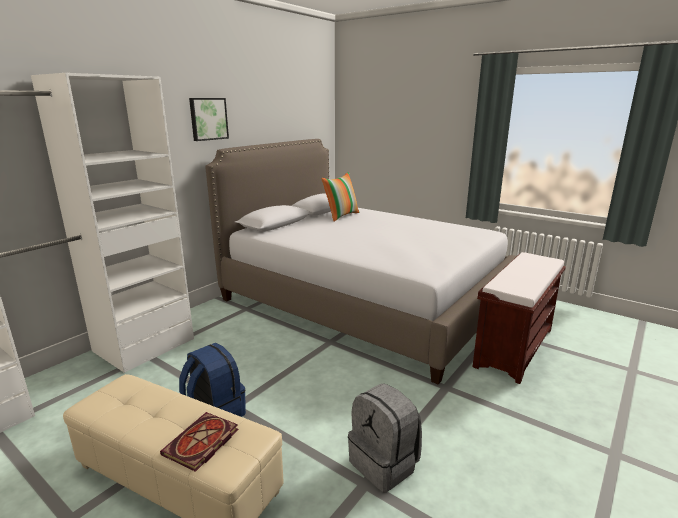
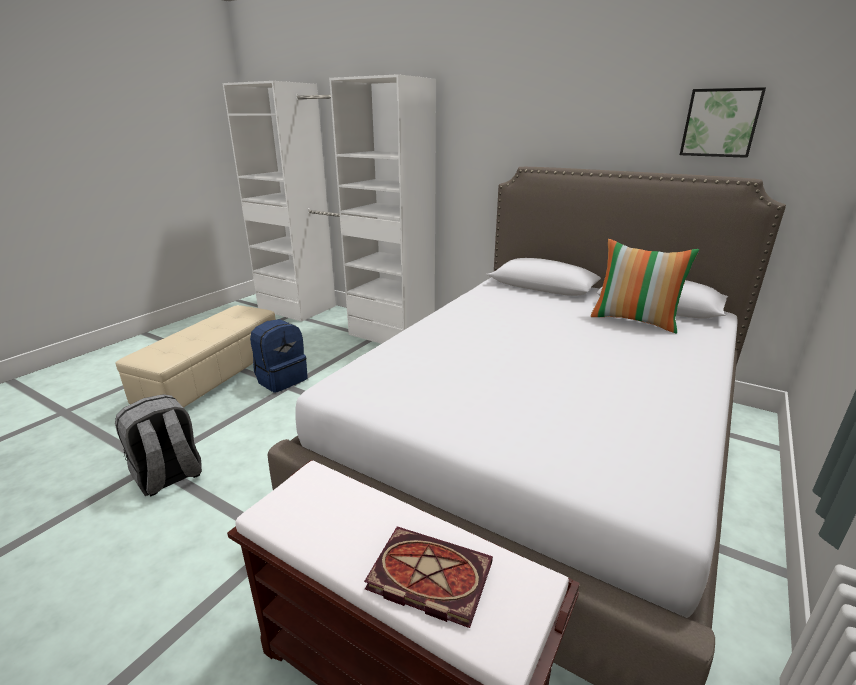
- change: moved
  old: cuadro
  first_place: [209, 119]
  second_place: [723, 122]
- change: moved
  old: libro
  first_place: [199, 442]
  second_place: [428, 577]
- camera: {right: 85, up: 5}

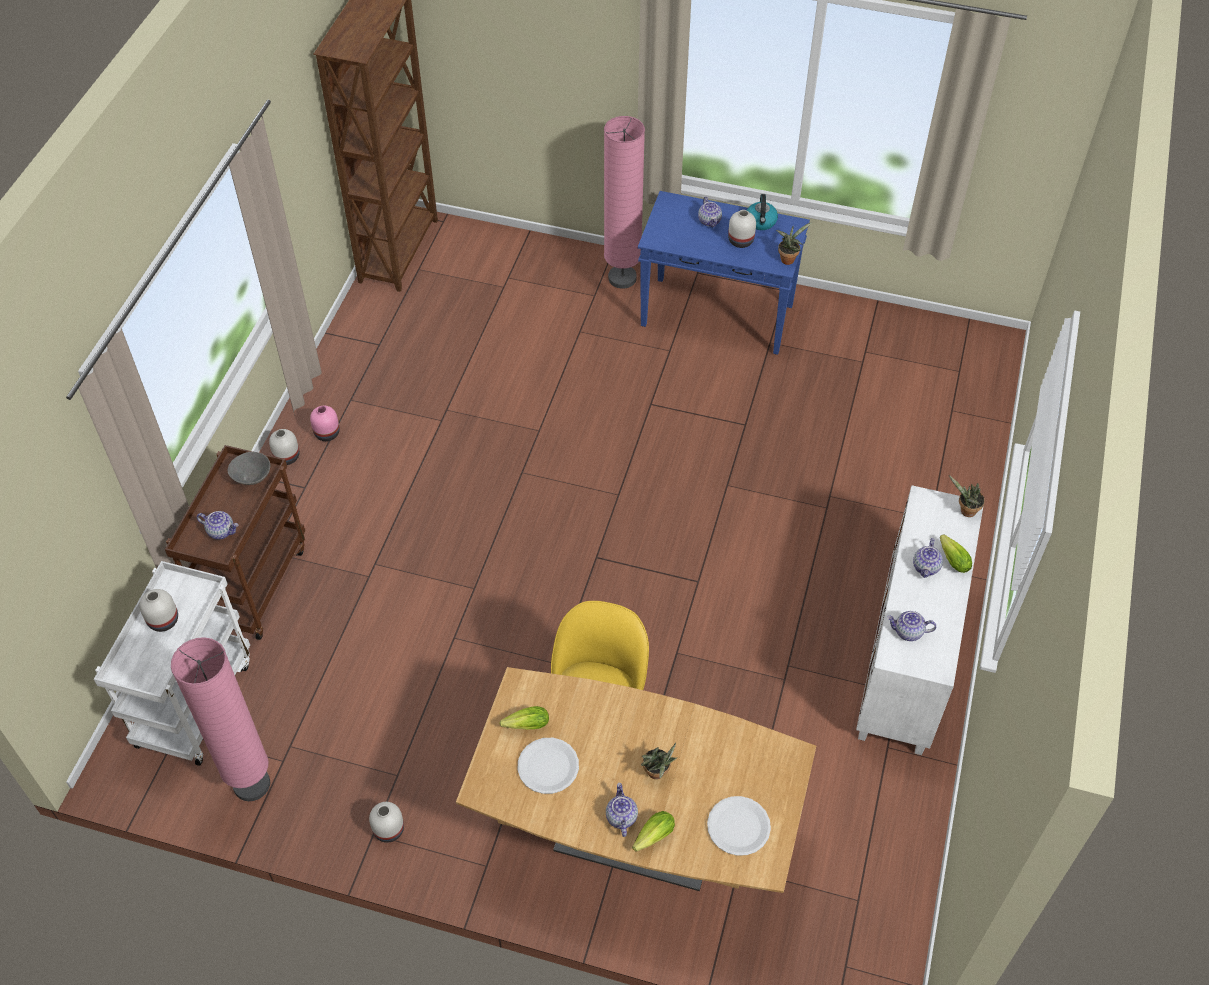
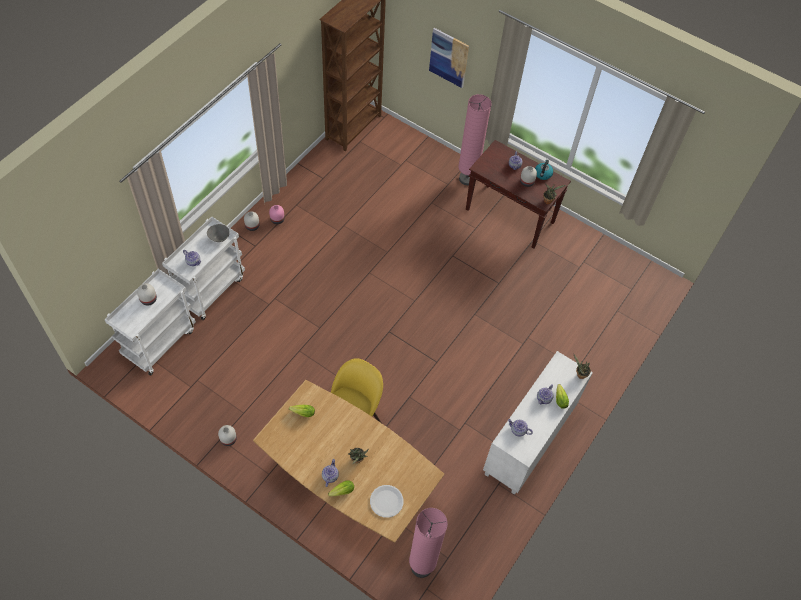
- change: recoloured
  old: mesa consola/azul
  new: mesa consola/marrón
  first_place: [724, 273]
  second_place: [518, 194]
- change: recoloured
  old: carrito/marrón
  new: carrito/blanco
  first_place: [235, 542]
  second_place: [203, 268]
- change: moved
  old: lámpara de pie/rosa
  first_place: [220, 719]
  second_place: [428, 543]
- change: removed
  old: plato/blanco
  first_place: [548, 766]
- change: added
  new: cuadro
  second_place: [449, 58]
- camera: {right: 15, up: 5}

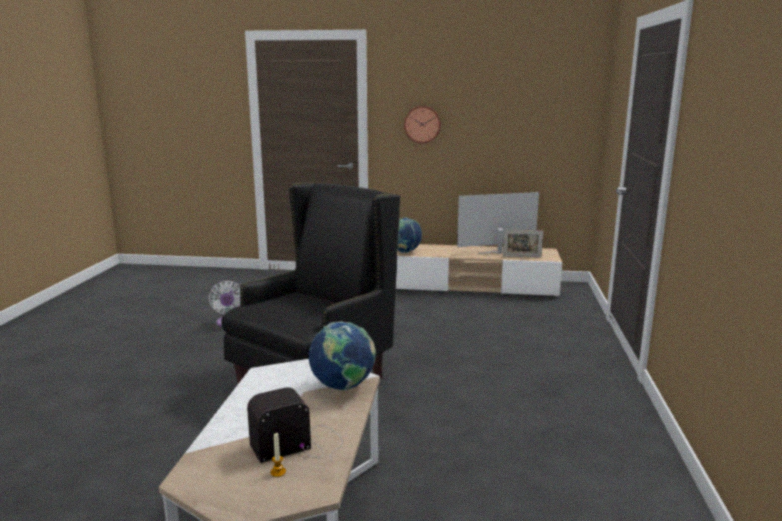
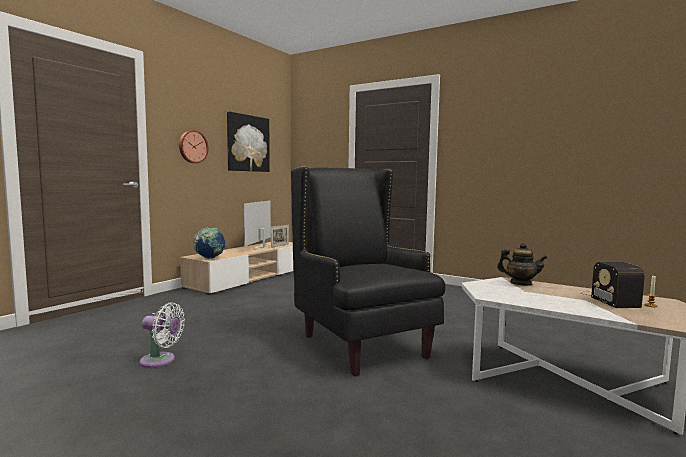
- change: replaced
  old: globo terráqueo
  new: tetera
  first_place: [342, 356]
  second_place: [522, 264]
- change: added
  new: cuadro
  second_place: [248, 142]
- camera: {right: -65, up: -10}

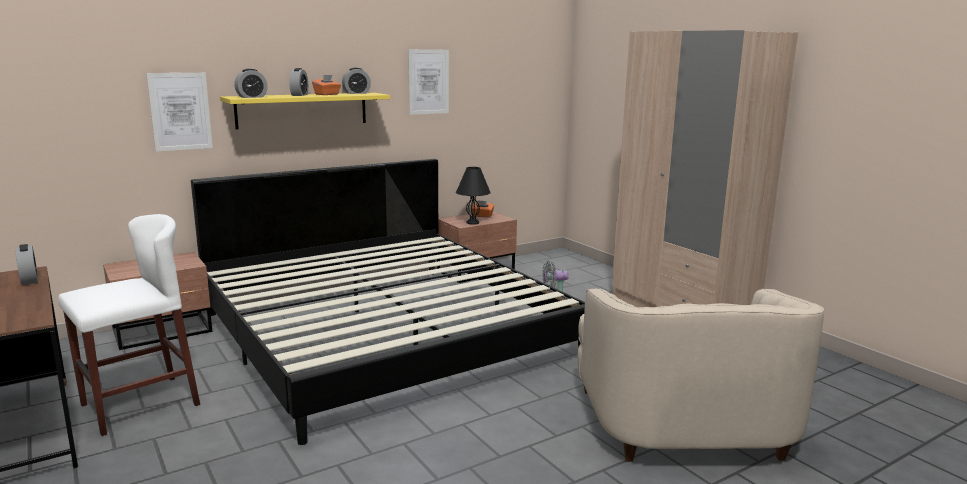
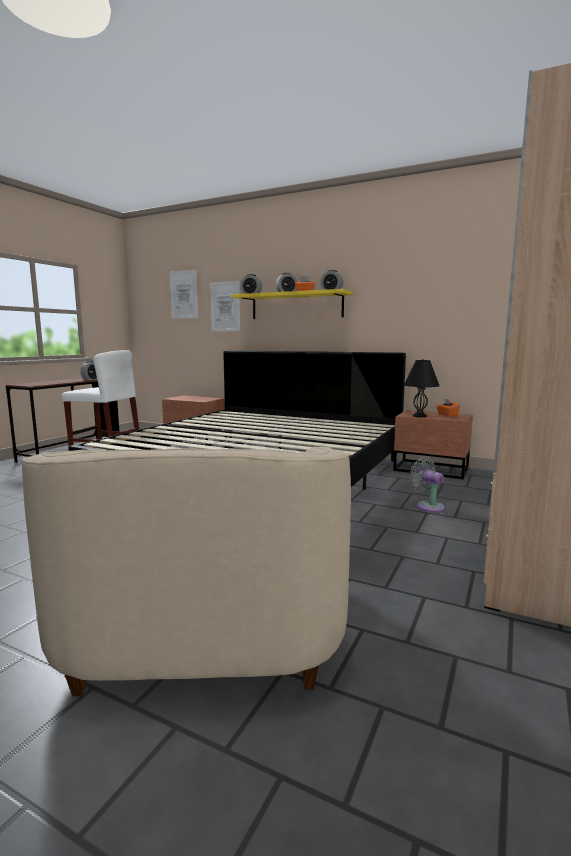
- change: moved
  old: cuadro
  first_place: [428, 82]
  second_place: [183, 294]
- change: turned
  old: sillón/beis
  first_place: [700, 375]
  second_place: [186, 571]
  degrees: -60
- camera: {right: 60, up: -5}

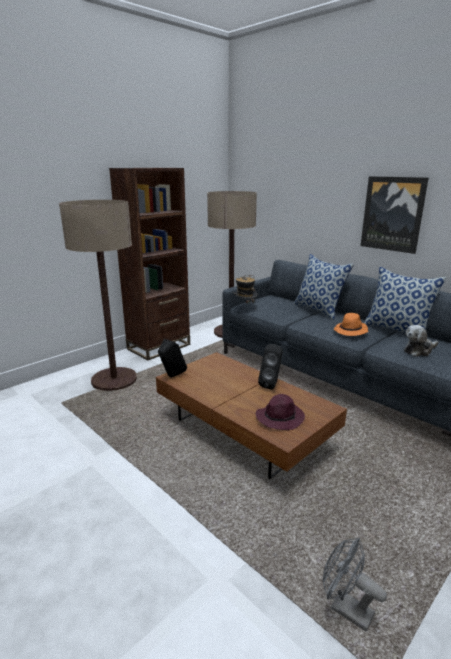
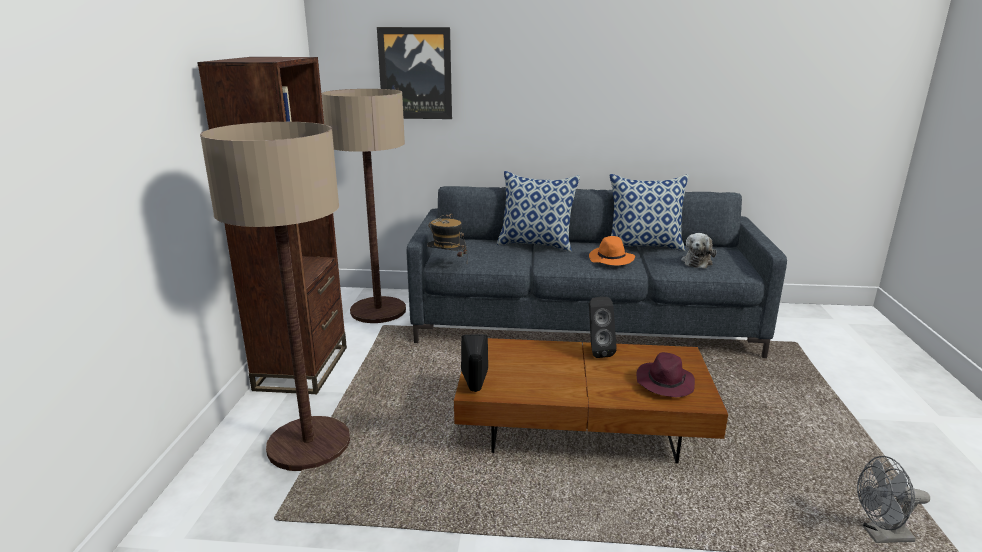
- change: moved
  old: cuadro
  first_place: [395, 215]
  second_place: [414, 73]
- camera: {right: -40, up: 0}

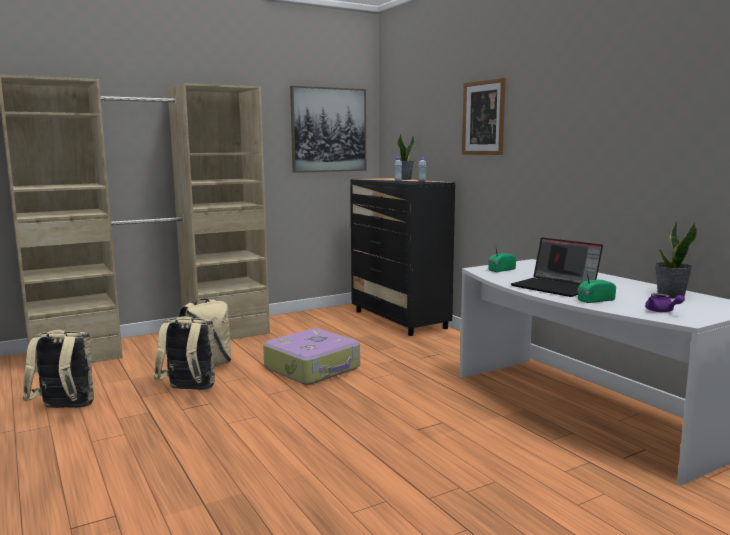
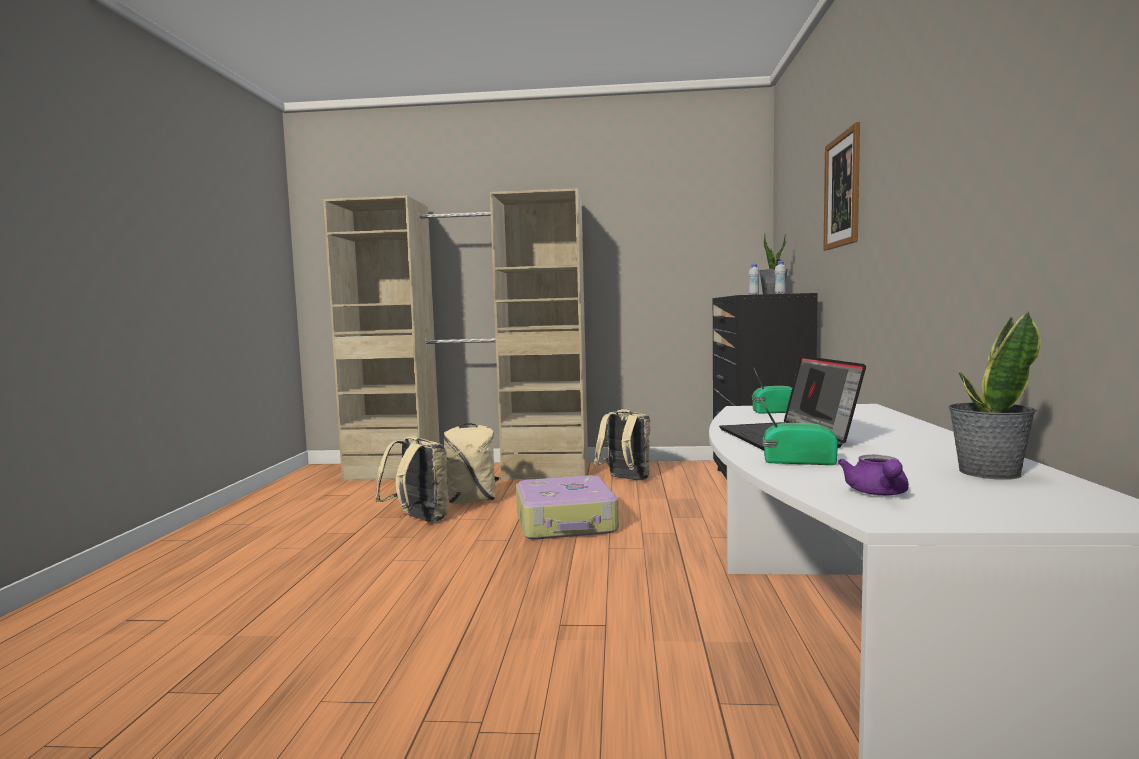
- change: removed
  old: cuadro
  first_place: [328, 129]
- change: moved
  old: mochila/beis
  first_place: [58, 369]
  second_place: [622, 445]
- camera: {right: 35, up: -5}

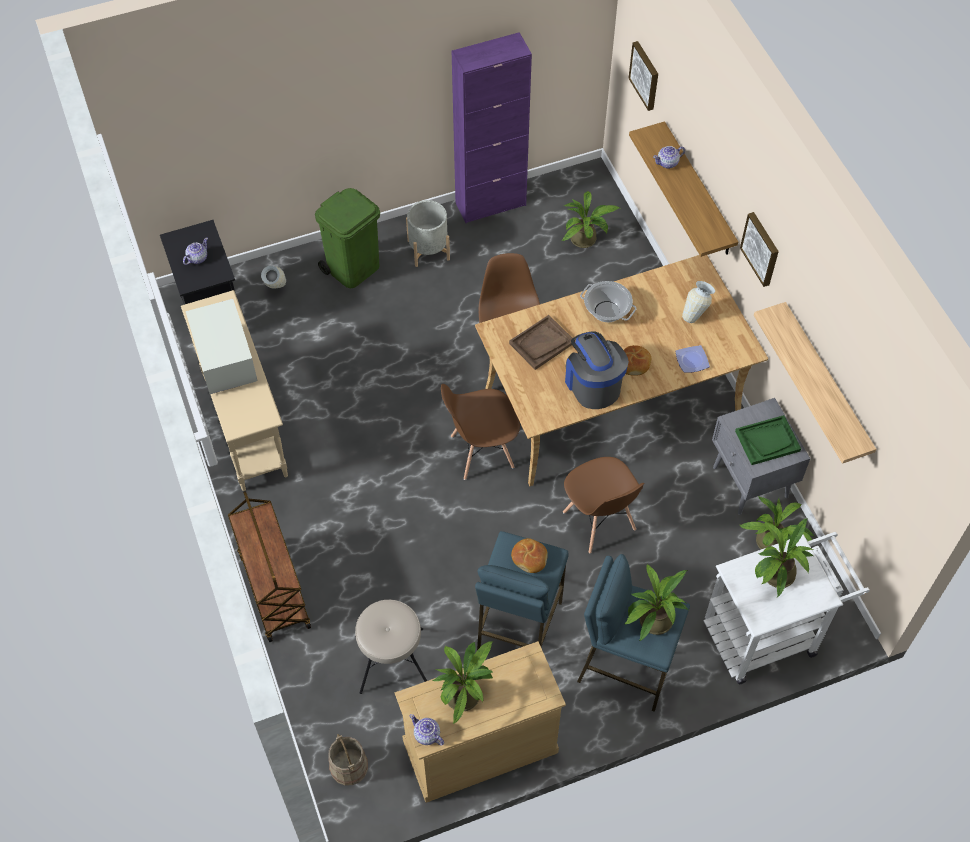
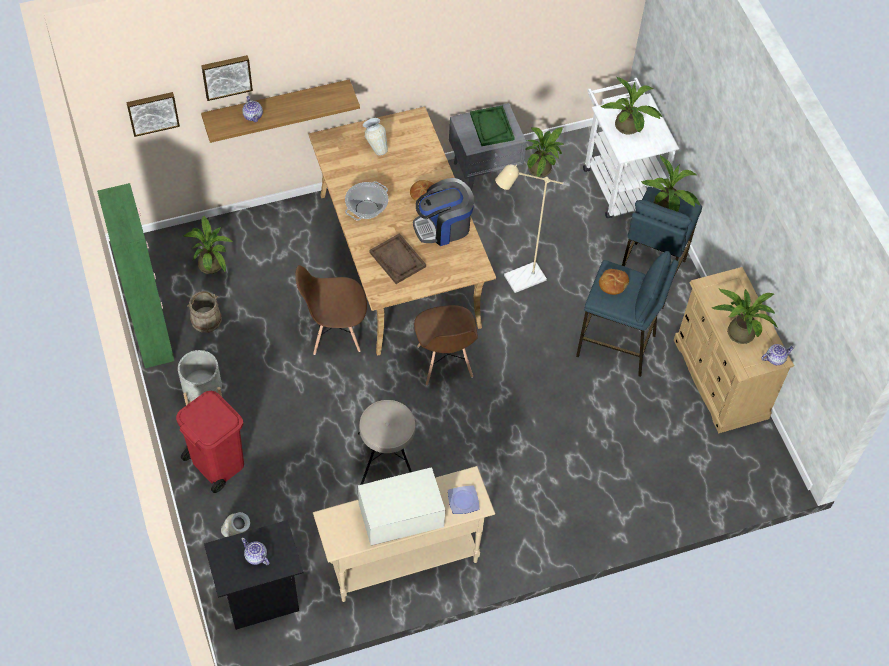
- change: recoloured
  old: armario/morado
  new: armario/verde
  first_place: [492, 127]
  second_place: [136, 275]
- change: recoloured
  old: papelera/verde
  new: papelera/rojo
  first_place: [347, 238]
  second_place: [210, 442]
- change: moved
  old: cuadro
  first_place: [759, 249]
  second_place: [227, 78]
- change: removed
  old: estante
  first_place: [815, 383]
- change: moved
  old: plato
  first_place: [692, 359]
  second_place: [463, 499]
- change: replaced
  old: silla/marrón
  new: lámpara de pie/beis
  first_place: [603, 505]
  second_place: [532, 229]
- change: removed
  old: carrito/marrón
  first_place: [269, 566]
- change: moved
  old: taburete/beis
  first_place: [391, 647]
  second_place: [387, 442]
- change: turned
  old: tetera
  first_place: [427, 730]
  second_place: [778, 354]
  degrees: -150
- change: moved
  old: cubo/beis
  first_place: [348, 760]
  second_place: [204, 312]
- camera: {right: -90, up: 0}

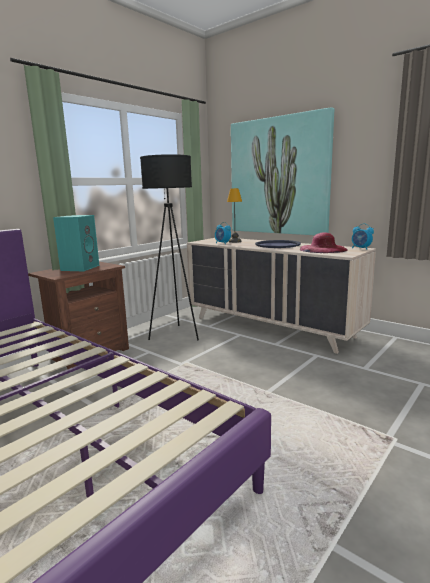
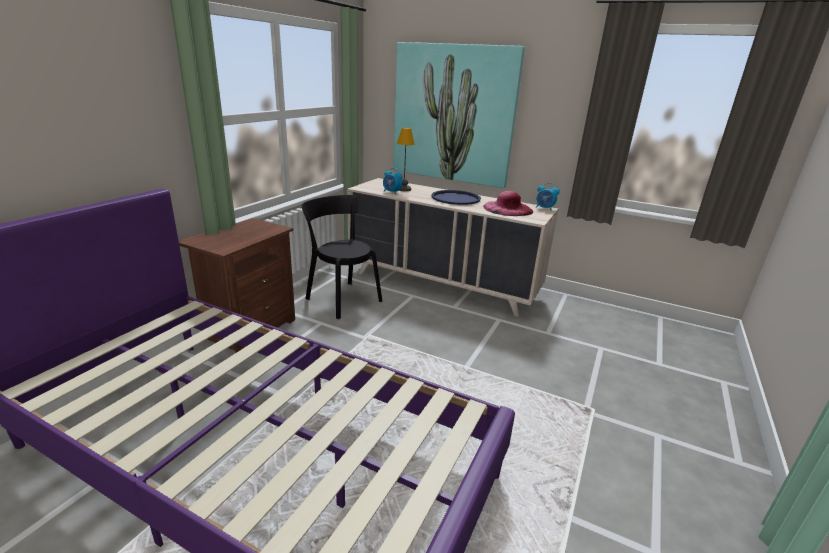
- change: replaced
  old: lámpara de pie/negro
  new: silla/negro
  first_place: [169, 247]
  second_place: [341, 257]
- change: removed
  old: altavoz/turquesa
  first_place: [76, 243]
- camera: {right: -15, up: 10}

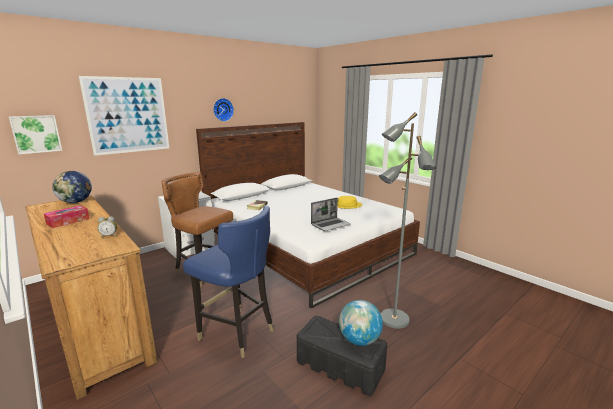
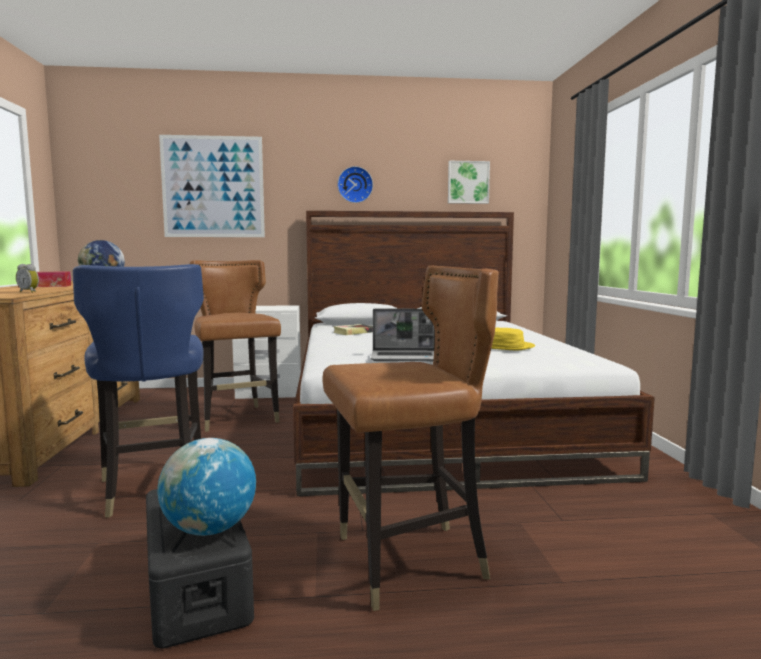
- change: replaced
  old: lámpara de pie/gris
  new: silla/marrón
  first_place: [407, 220]
  second_place: [410, 438]
- change: moved
  old: cuadro
  first_place: [35, 134]
  second_place: [469, 182]
- camera: {right: 35, up: -10}

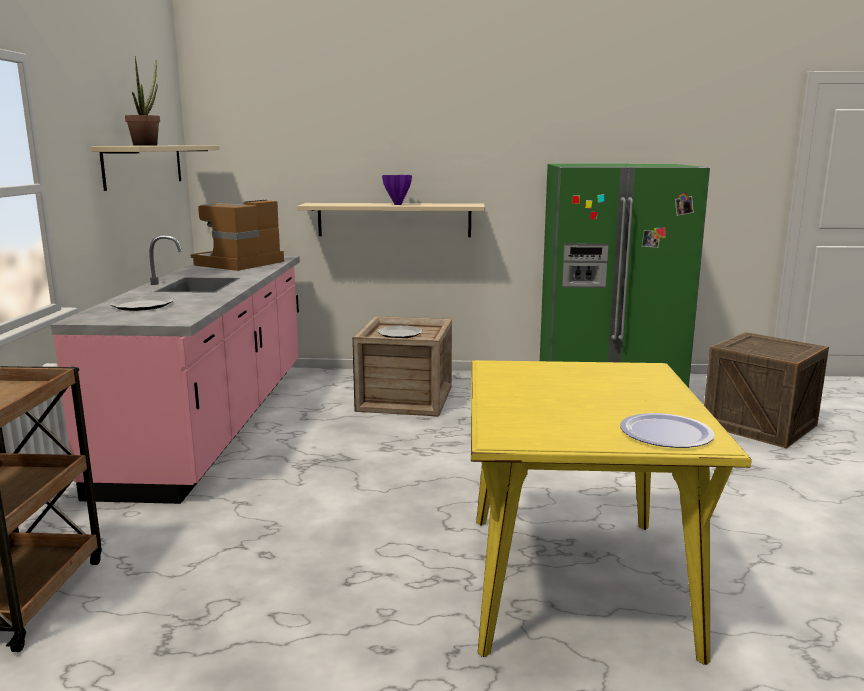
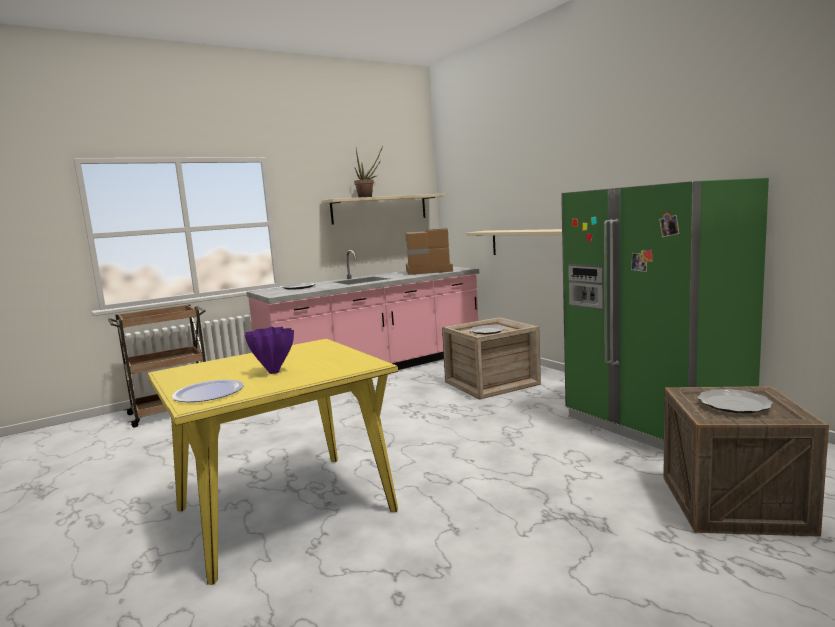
- change: moved
  old: florero/morado
  first_place: [397, 190]
  second_place: [269, 350]
- change: added
  new: plato
  second_place: [735, 401]
- camera: {right: 55, up: -5}

